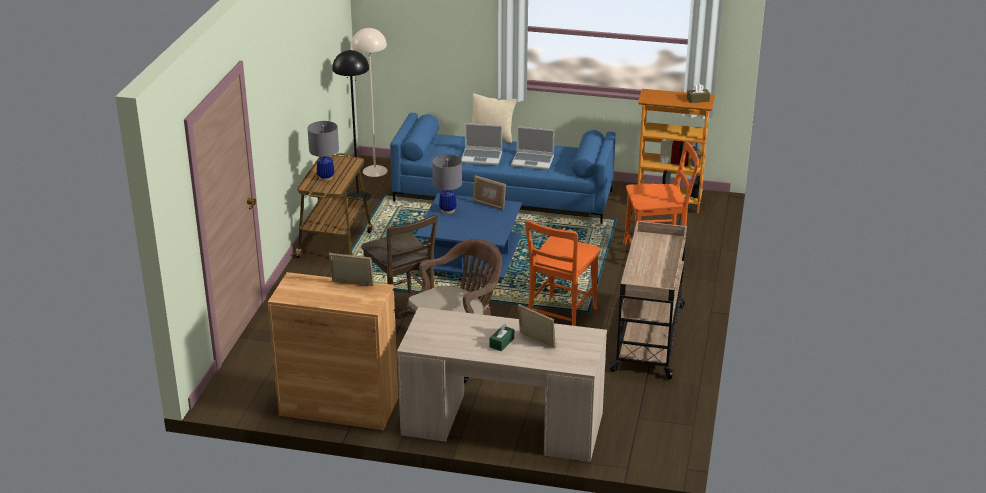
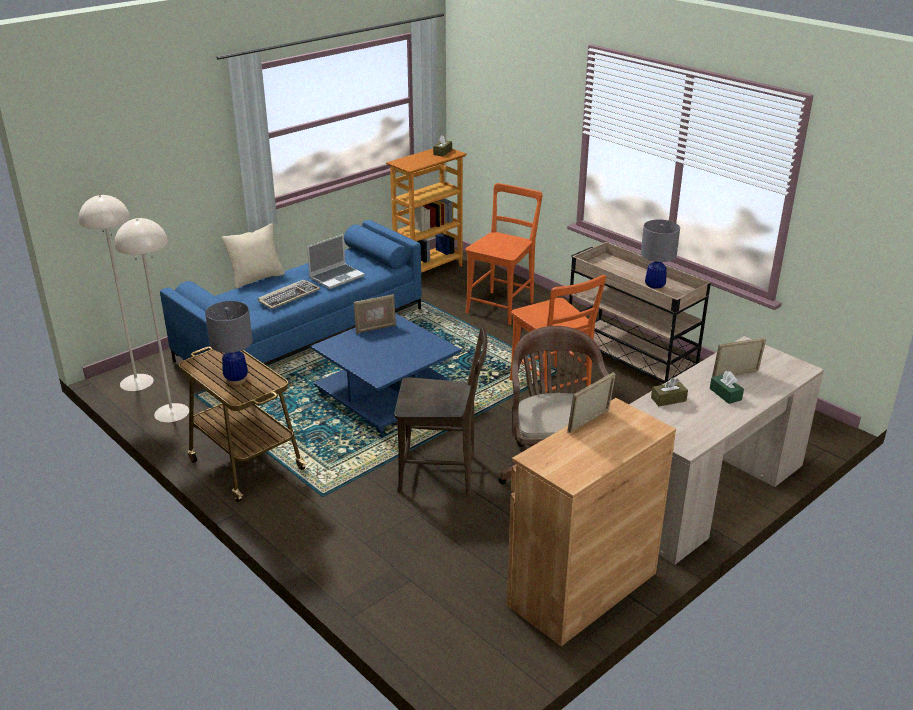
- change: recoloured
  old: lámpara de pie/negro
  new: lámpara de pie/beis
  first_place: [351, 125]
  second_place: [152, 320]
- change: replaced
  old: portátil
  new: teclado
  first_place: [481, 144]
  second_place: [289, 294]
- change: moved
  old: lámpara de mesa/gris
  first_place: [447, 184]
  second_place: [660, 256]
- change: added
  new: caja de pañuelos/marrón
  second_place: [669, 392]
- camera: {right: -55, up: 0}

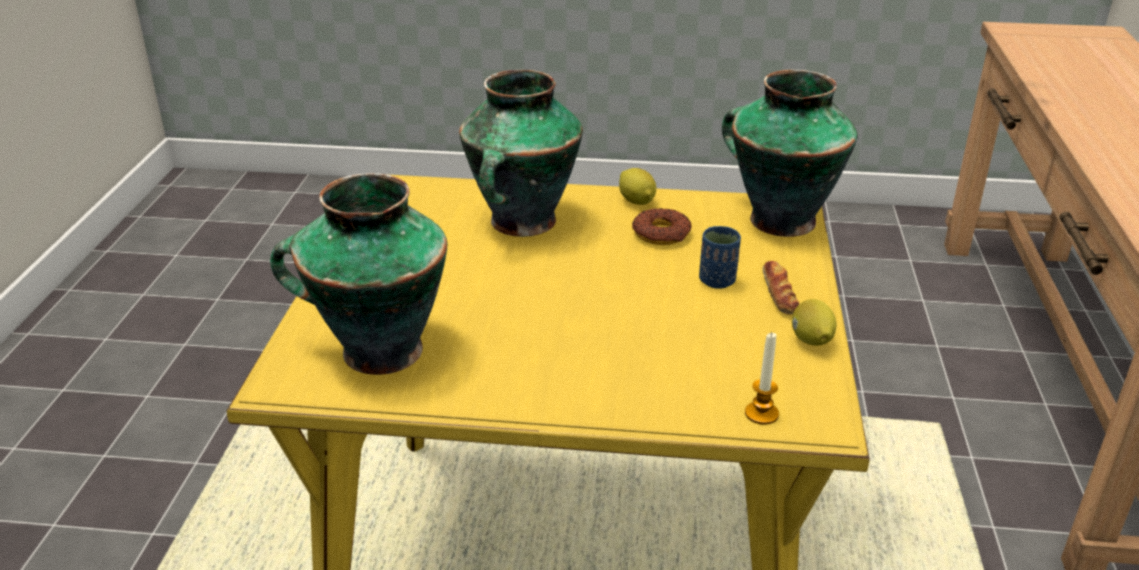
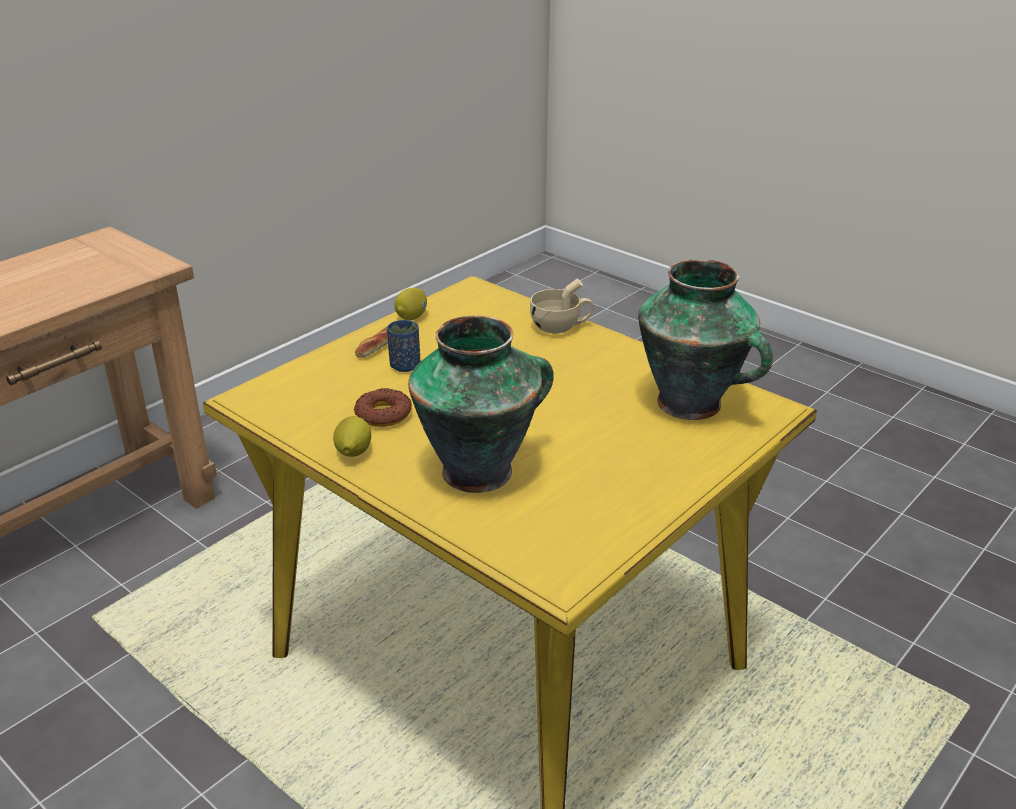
- change: removed
  old: florero
  first_place: [790, 153]
- change: removed
  old: vela
  first_place: [762, 378]
- change: added
  new: taza/beis
  second_place: [561, 306]
- camera: {right: -145, up: 0}

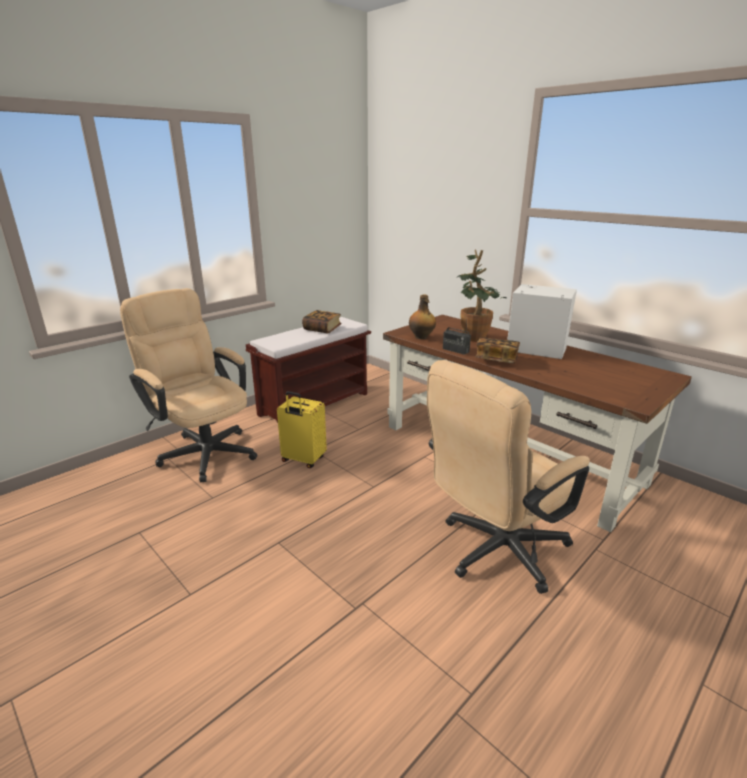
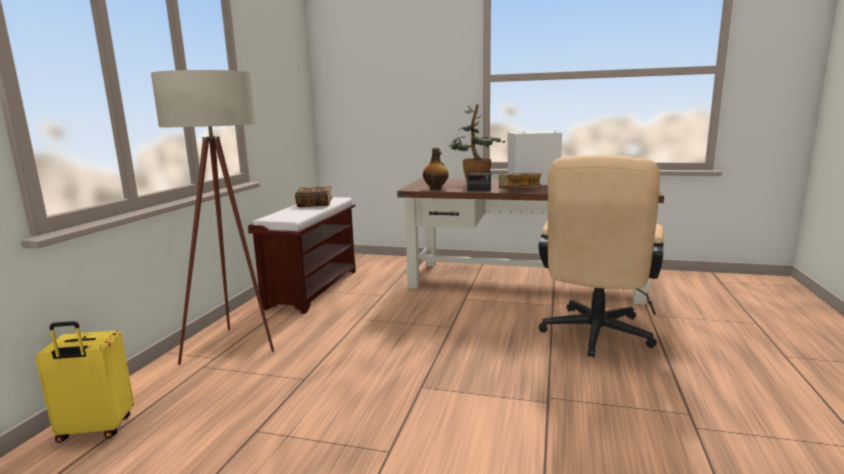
- change: replaced
  old: silla de oficina/beis
  new: lámpara de pie/beis
  first_place: [188, 385]
  second_place: [212, 217]
- change: moved
  old: maleta/amarillo
  first_place: [302, 429]
  second_place: [84, 382]
- camera: {right: -30, up: -10}

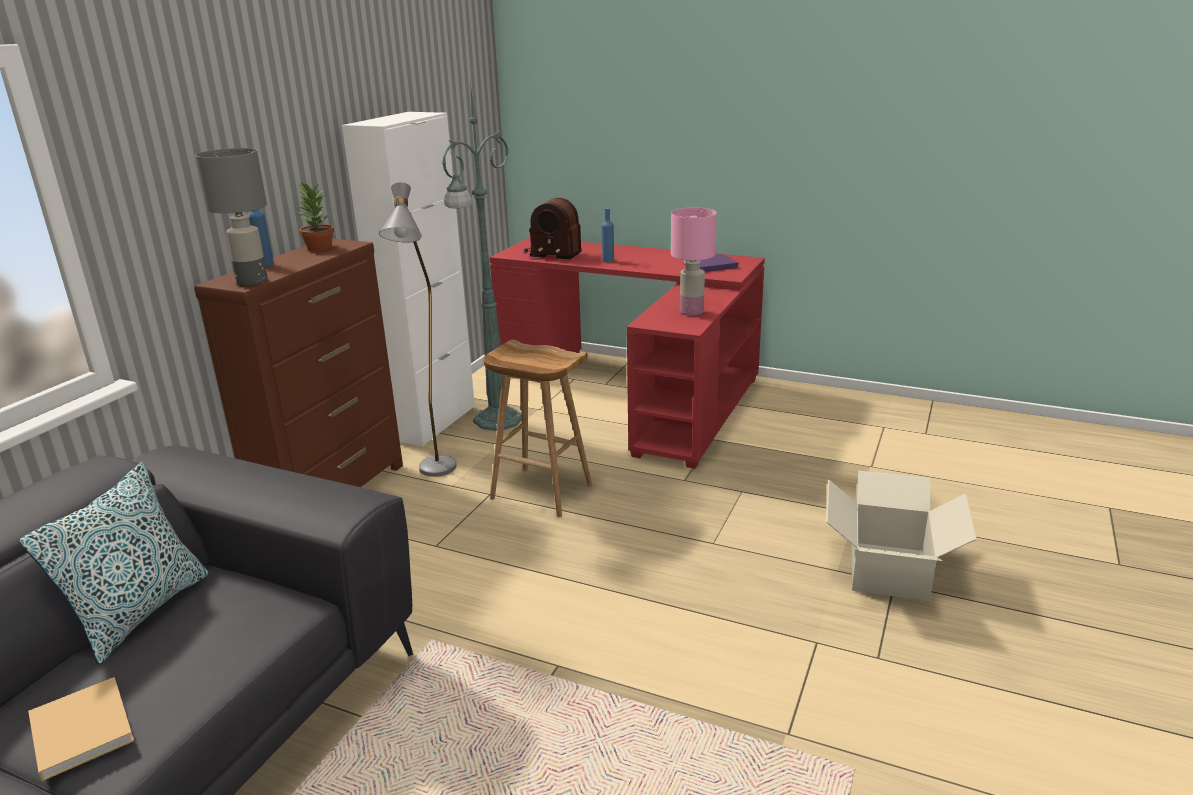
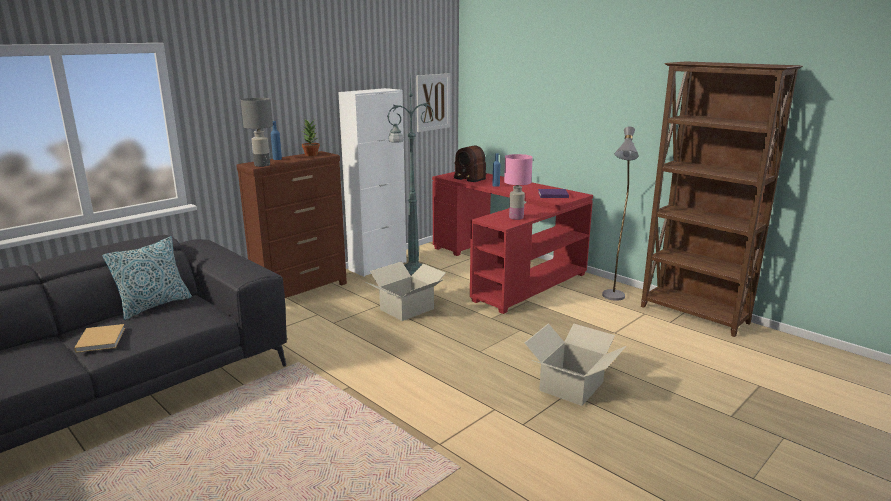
- change: moved
  old: lámpara de pie/gris
  first_place: [418, 329]
  second_place: [620, 214]
- change: replaced
  old: taburete/marrón
  new: caja de cartón
  first_place: [537, 428]
  second_place: [406, 291]
- change: added
  new: estantería/marrón
  second_place: [722, 199]
- change: added
  new: cuadro
  second_place: [433, 102]
- camera: {right: 20, up: -5}

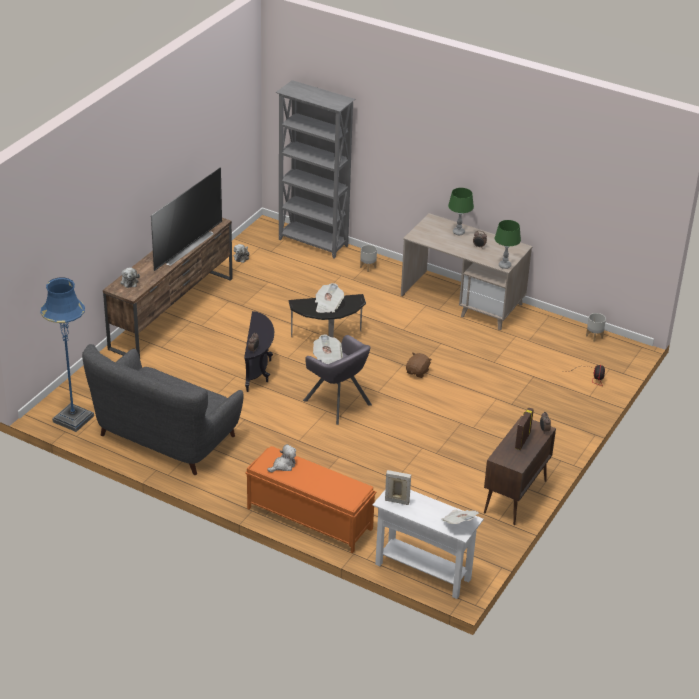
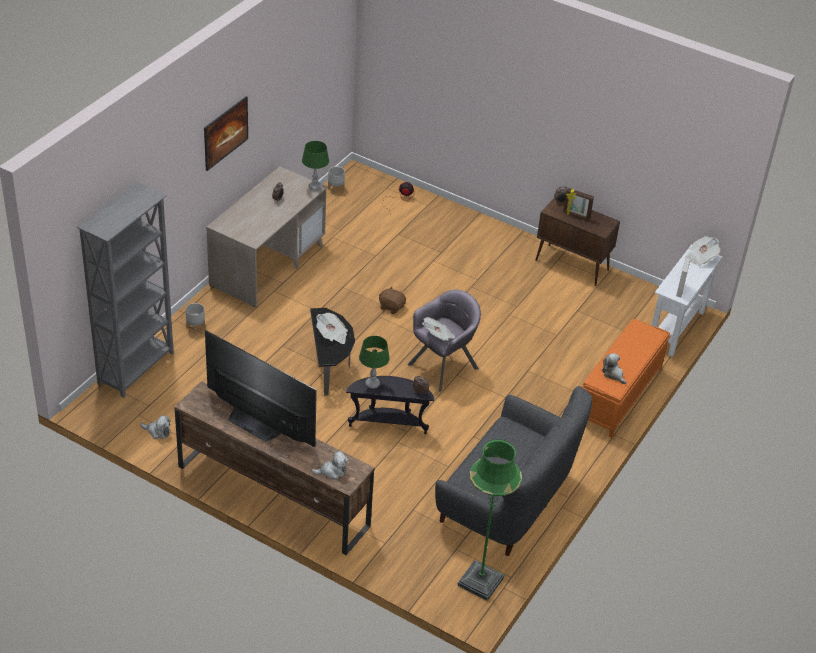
- change: moved
  old: lámpara de mesa/verde
  first_place: [461, 211]
  second_place: [374, 362]
- change: recoloured
  old: lámpara de pie/azul
  new: lámpara de pie/verde
  first_place: [67, 355]
  second_place: [489, 520]
- change: added
  new: cuadro
  second_place: [226, 133]
- camera: {right: -90, up: 5}

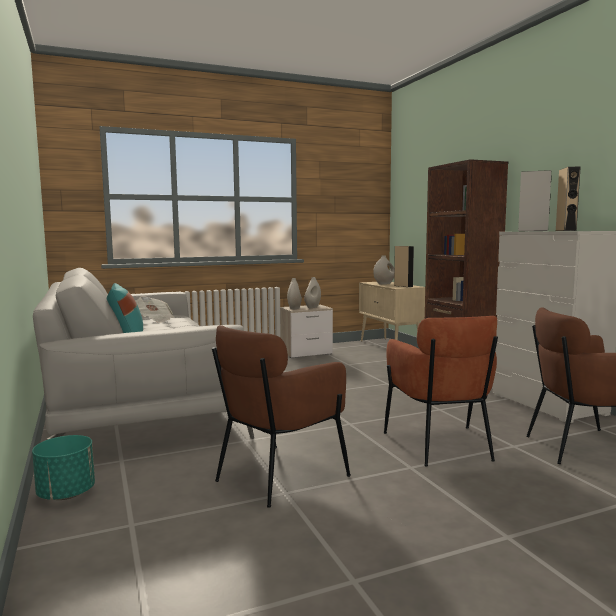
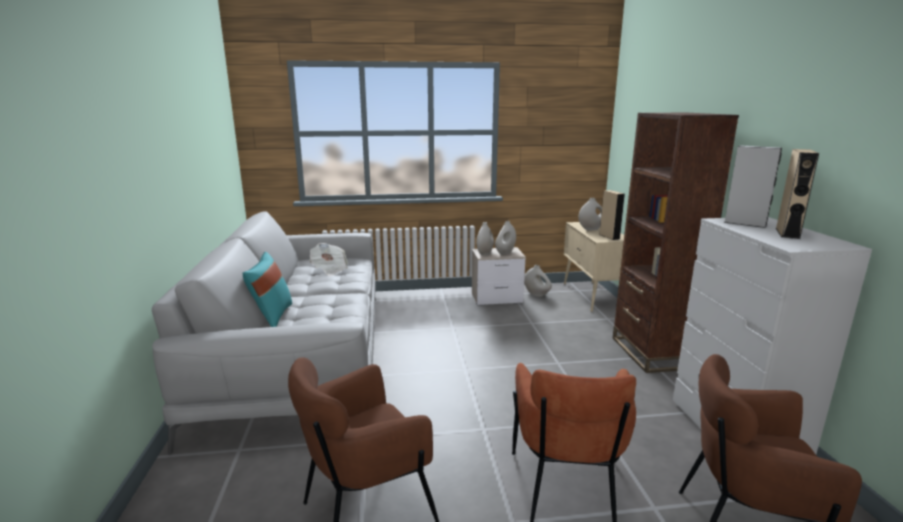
- change: removed
  old: maceta/turquesa
  first_place: [63, 467]
- change: added
  new: florero/blanco
  second_place: [538, 281]
- camera: {right: 15, up: 10}

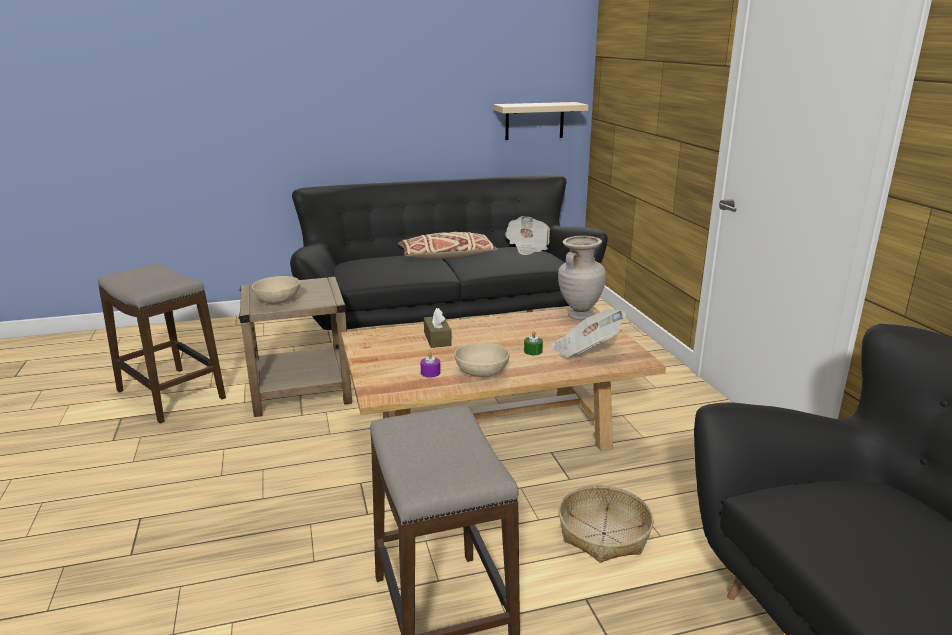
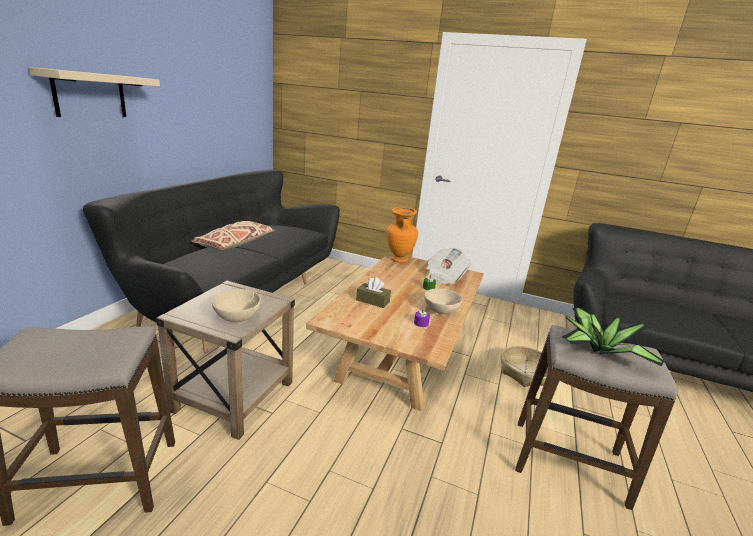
- change: moved
  old: estante/beis
  first_place: [541, 121]
  second_place: [94, 92]
- change: removed
  old: periódico
  first_place: [527, 235]
- change: recoloured
  old: florero/beis
  new: florero/naranja
  first_place: [582, 278]
  second_place: [402, 235]
- change: added
  new: planta en maceta
  second_place: [614, 337]
- camera: {right: -55, up: 0}

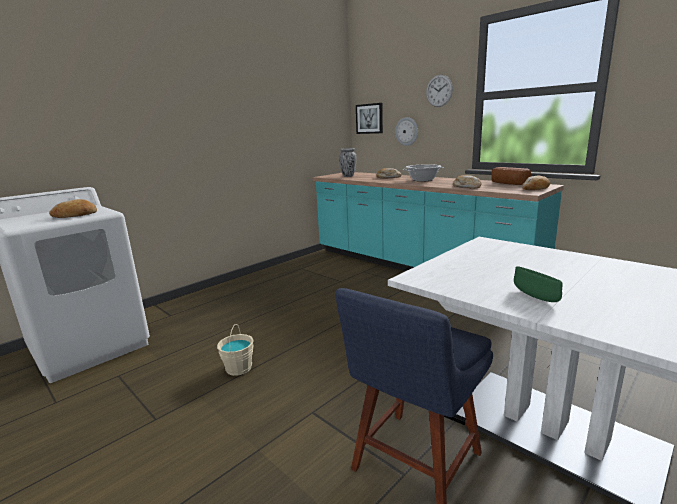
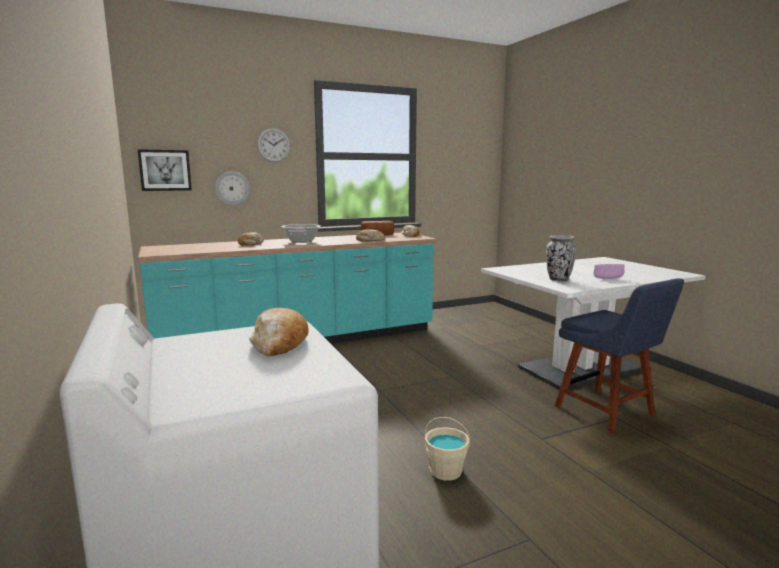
- change: moved
  old: florero
  first_place: [348, 162]
  second_place: [561, 258]
- change: recoloured
  old: cuenco/verde
  new: cuenco/morado
  first_place: [538, 284]
  second_place: [609, 271]
- camera: {right: -70, up: -5}

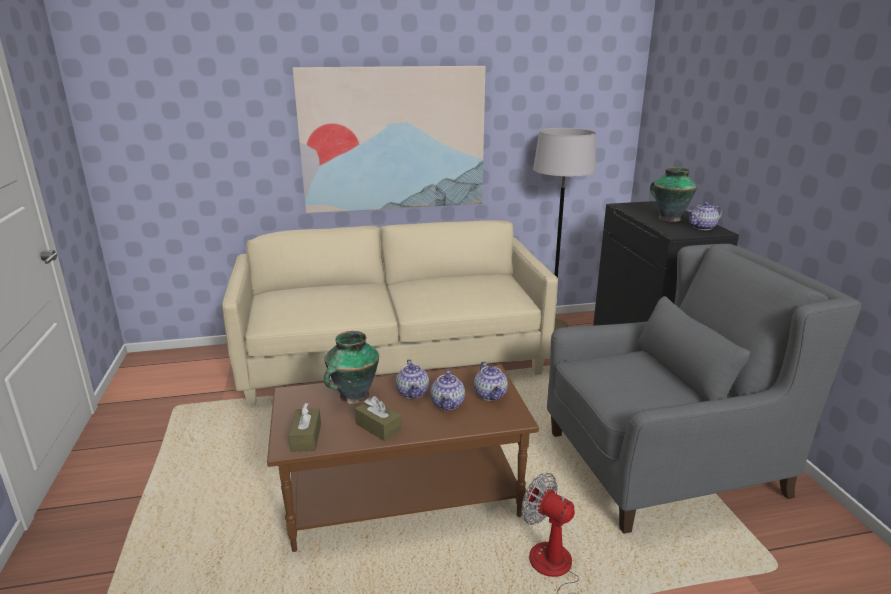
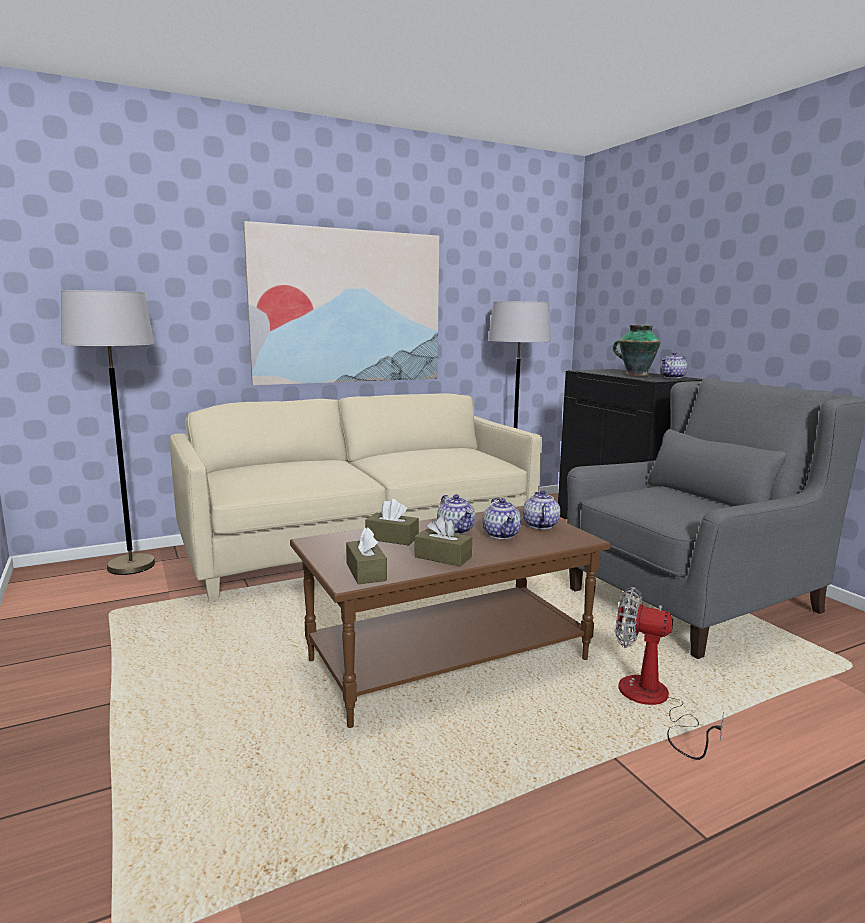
- change: replaced
  old: florero
  new: caja de pañuelos/marrón
  first_place: [351, 367]
  second_place: [392, 522]
- change: turned
  old: tetera
  first_place: [491, 381]
  second_place: [541, 509]
  degrees: -150
- change: added
  new: lámpara de pie/gris
  second_place: [108, 432]
- camera: {right: -15, up: -10}

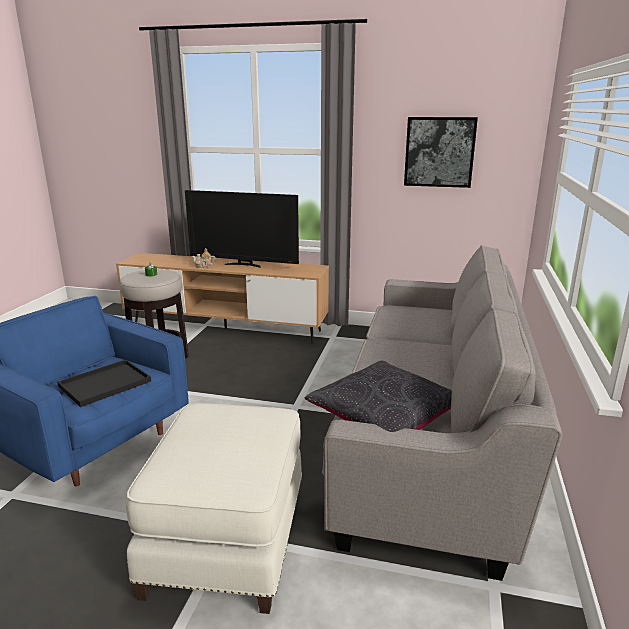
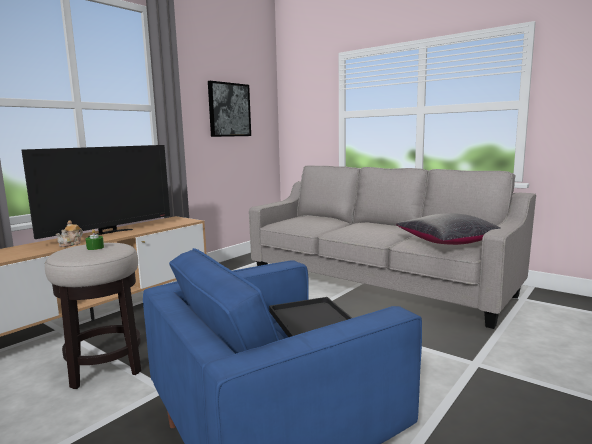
- change: removed
  old: puf/blanco
  first_place: [214, 508]
- camera: {right: -65, up: -10}

